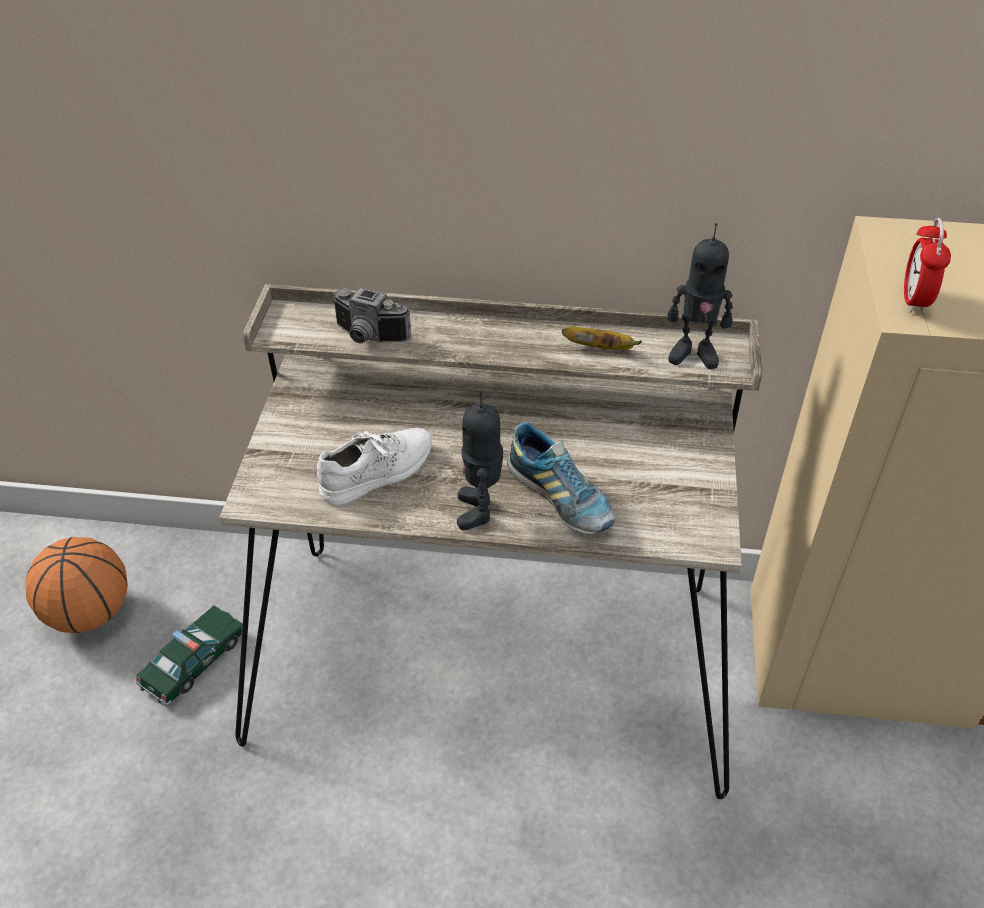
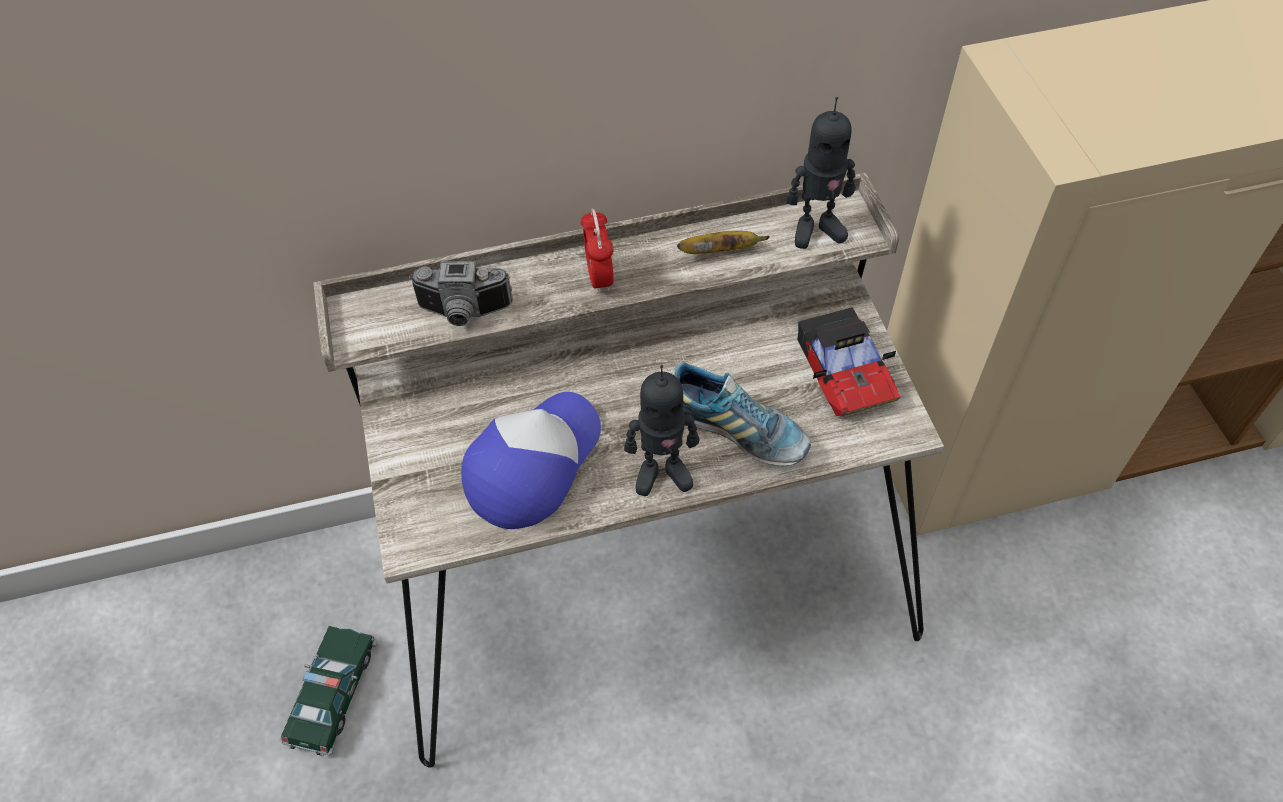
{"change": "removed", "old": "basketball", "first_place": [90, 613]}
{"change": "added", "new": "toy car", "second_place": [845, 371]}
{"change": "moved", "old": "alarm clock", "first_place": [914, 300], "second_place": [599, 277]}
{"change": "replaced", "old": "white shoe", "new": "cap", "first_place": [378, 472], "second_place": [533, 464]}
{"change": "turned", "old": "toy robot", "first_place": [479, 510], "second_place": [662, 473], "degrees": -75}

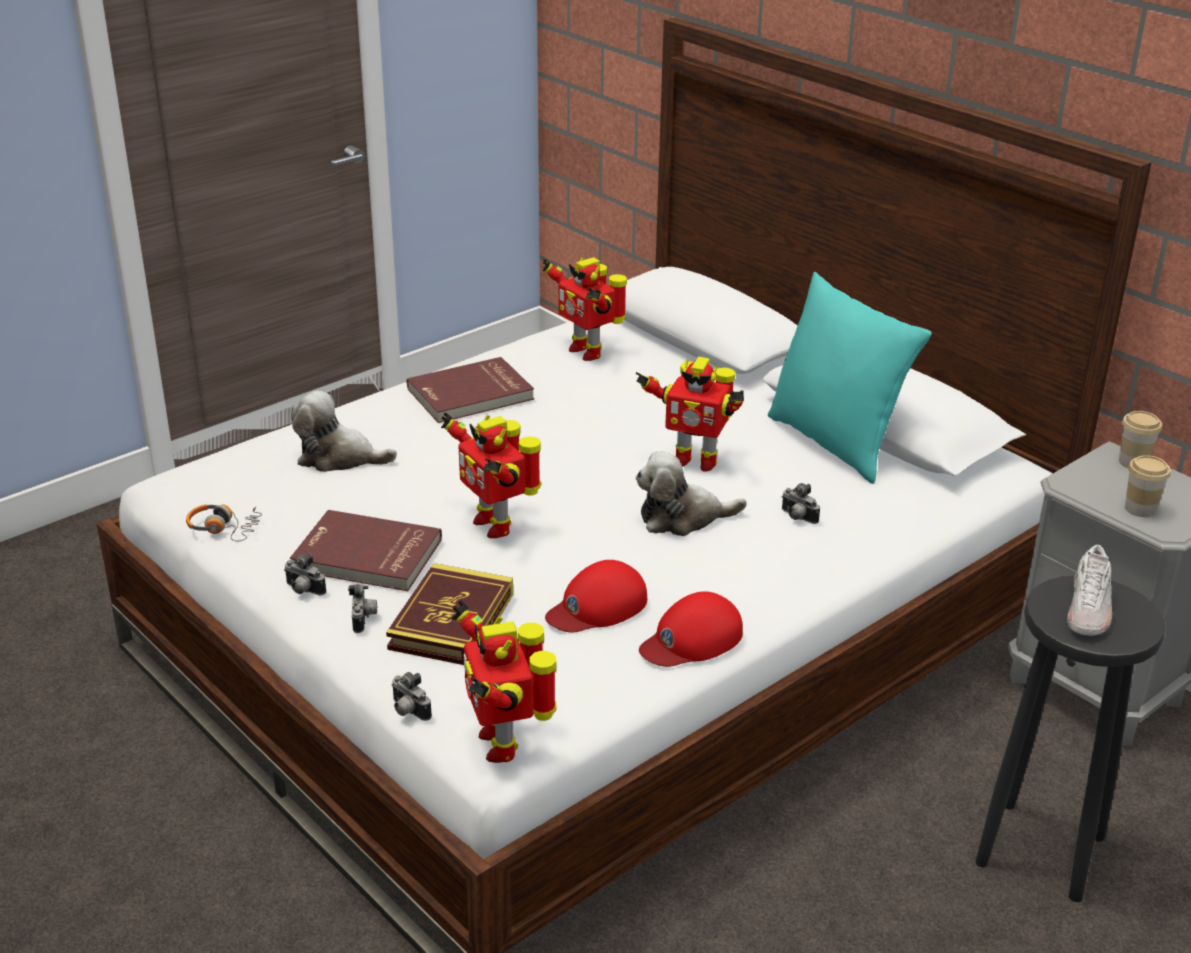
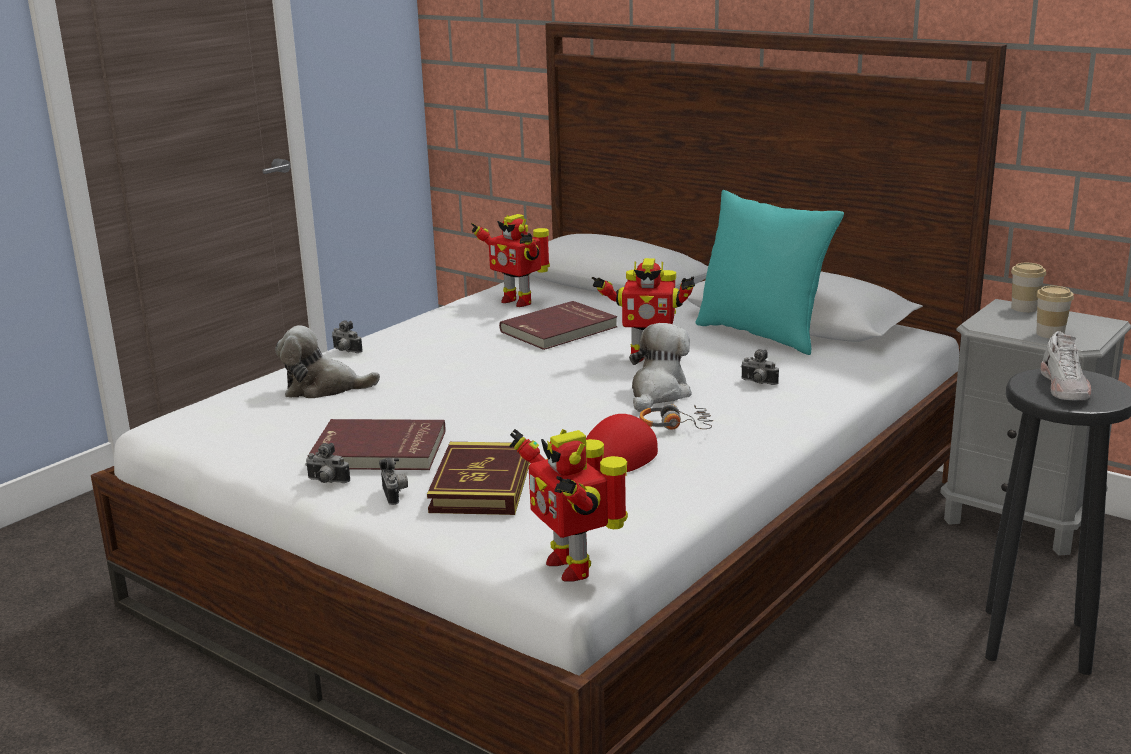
{"change": "removed", "old": "toy robot", "first_place": [495, 524]}
{"change": "removed", "old": "red cap", "first_place": [691, 639]}
{"change": "moved", "old": "headphones", "first_place": [224, 528], "second_place": [675, 426]}
{"change": "moved", "old": "photo camera", "first_place": [408, 711], "second_place": [345, 351]}
{"change": "moved", "old": "red book", "first_place": [471, 395], "second_place": [560, 330]}
{"change": "turned", "old": "plush toy", "first_place": [682, 518], "second_place": [658, 393], "degrees": 135}

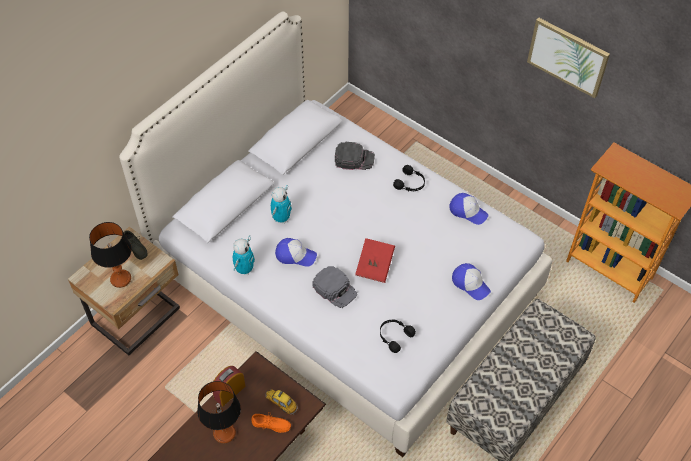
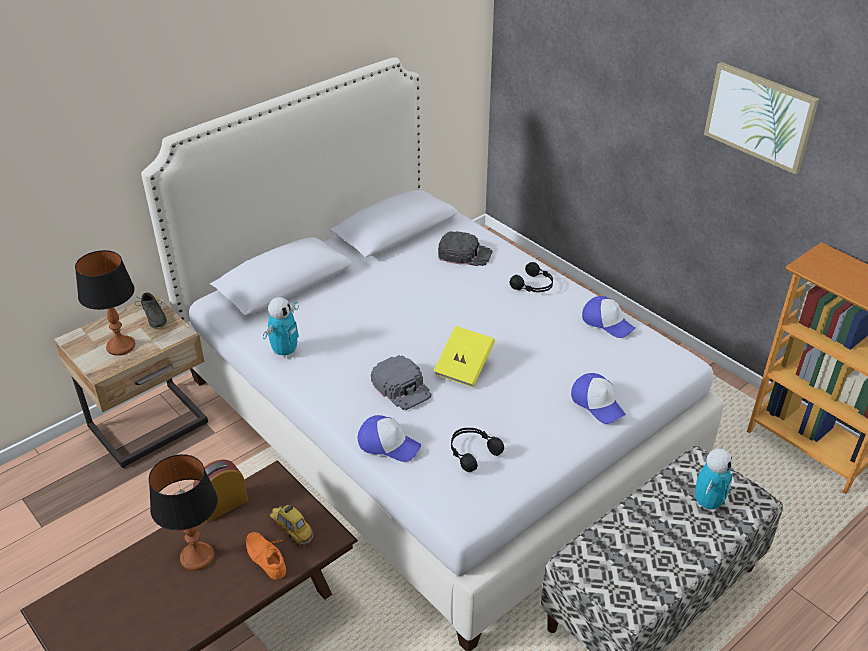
{"change": "moved", "old": "toy robot", "first_place": [281, 218], "second_place": [707, 503]}
{"change": "moved", "old": "cap", "first_place": [295, 255], "second_place": [388, 444]}
{"change": "recoloured", "old": "red book", "new": "yellow book", "first_place": [375, 266], "second_place": [464, 367]}
{"change": "turned", "old": "orange shoe", "first_place": [271, 426], "second_place": [268, 557], "degrees": -150}

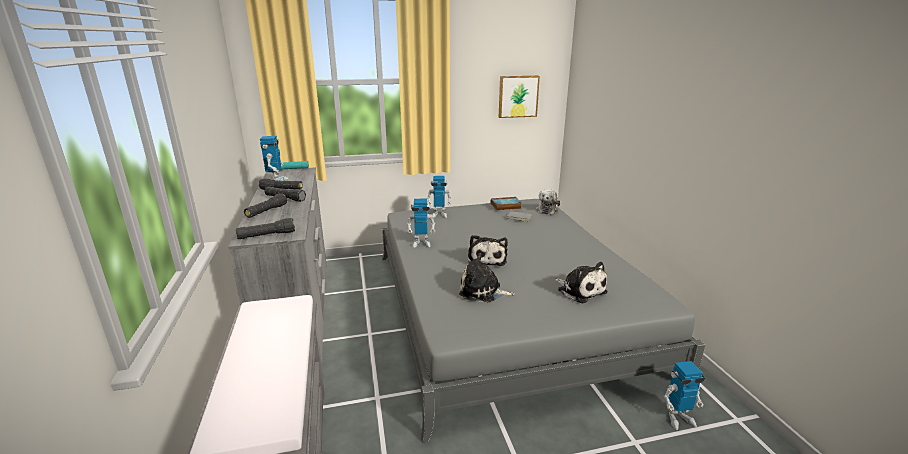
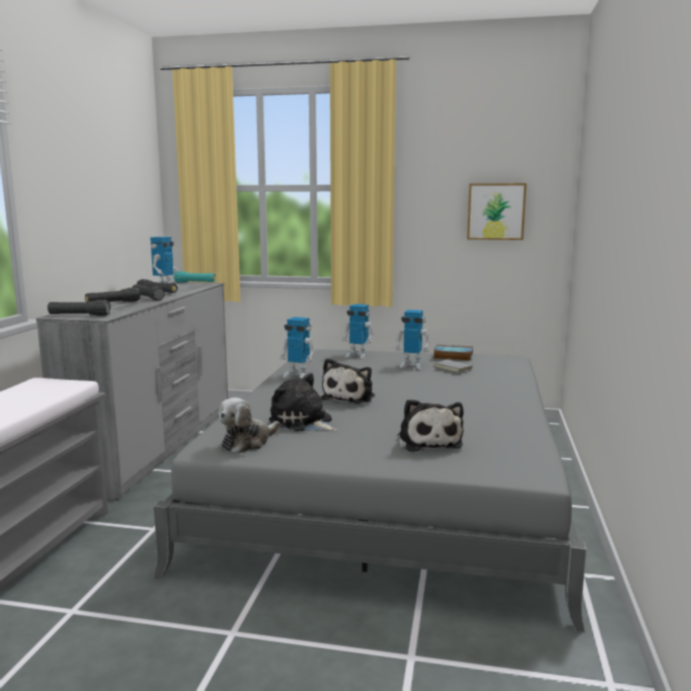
{"change": "moved", "old": "plush toy", "first_place": [547, 210], "second_place": [247, 442]}
{"change": "moved", "old": "toy robot", "first_place": [678, 418], "second_place": [412, 365]}

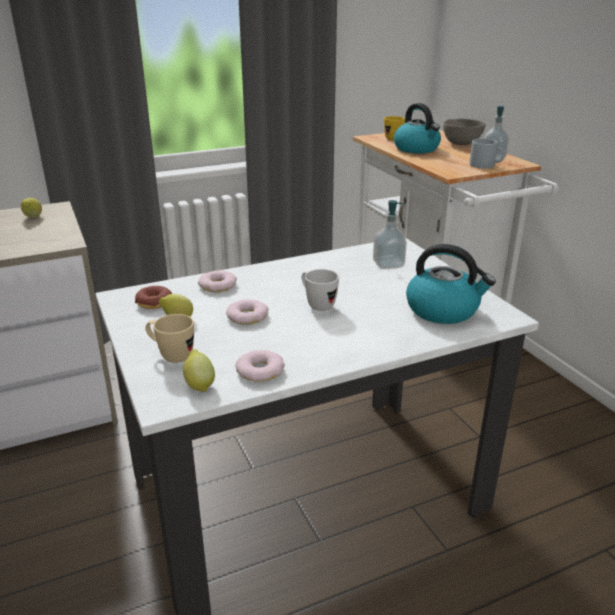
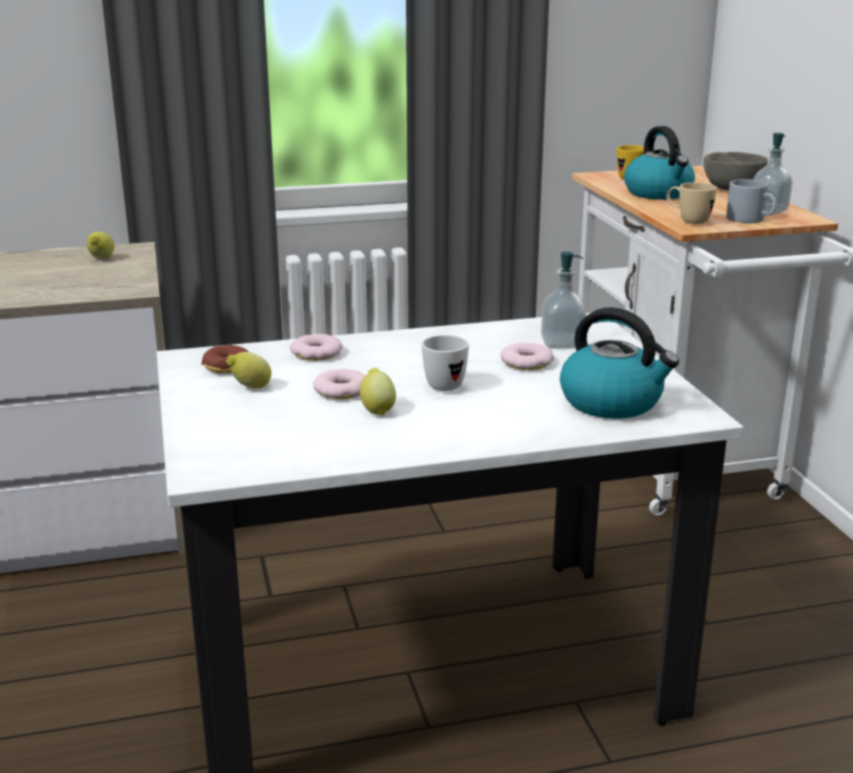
{"change": "moved", "old": "beige mug", "first_place": [171, 355], "second_place": [688, 221]}
{"change": "moved", "old": "lemon", "first_place": [199, 385], "second_place": [377, 410]}
{"change": "moved", "old": "donut", "first_place": [260, 370], "second_place": [527, 362]}

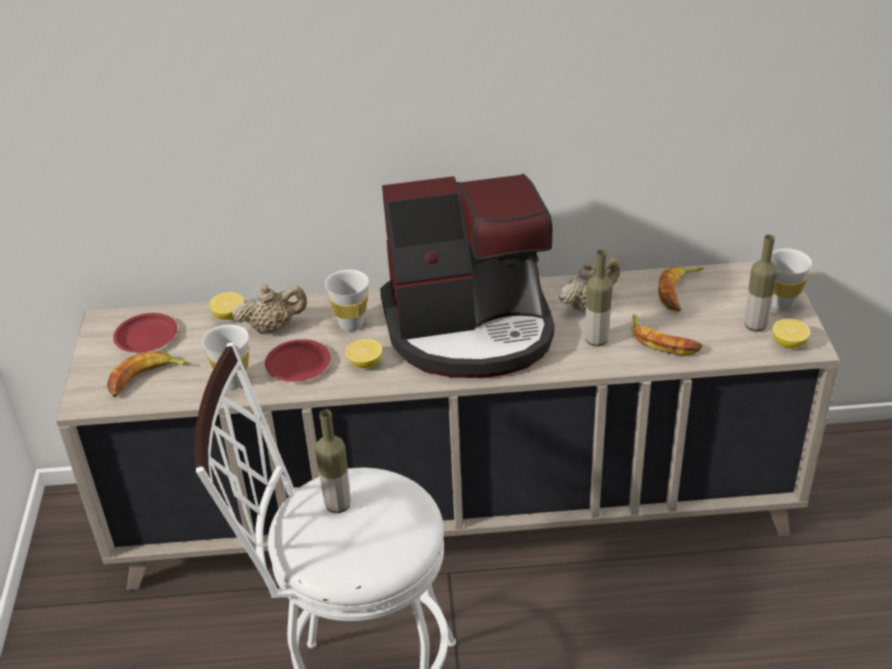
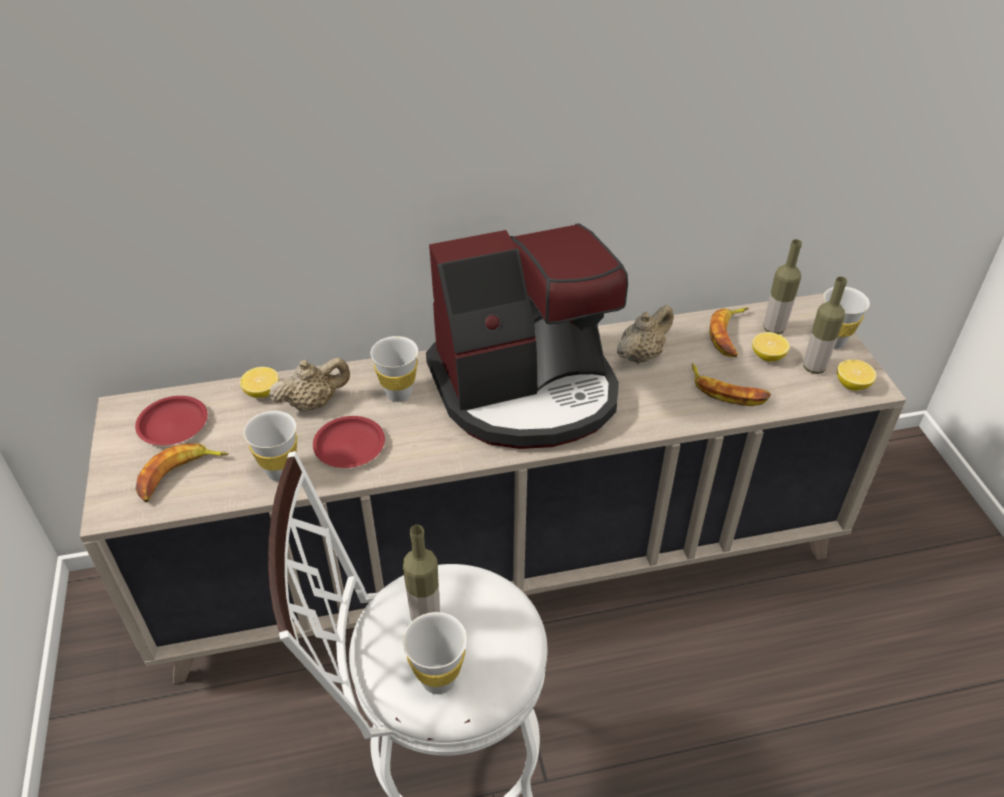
{"change": "added", "new": "white cup", "second_place": [438, 679]}
{"change": "moved", "old": "lemon", "first_place": [365, 363], "second_place": [767, 356]}
{"change": "moved", "old": "bottle", "first_place": [596, 340], "second_place": [773, 329]}

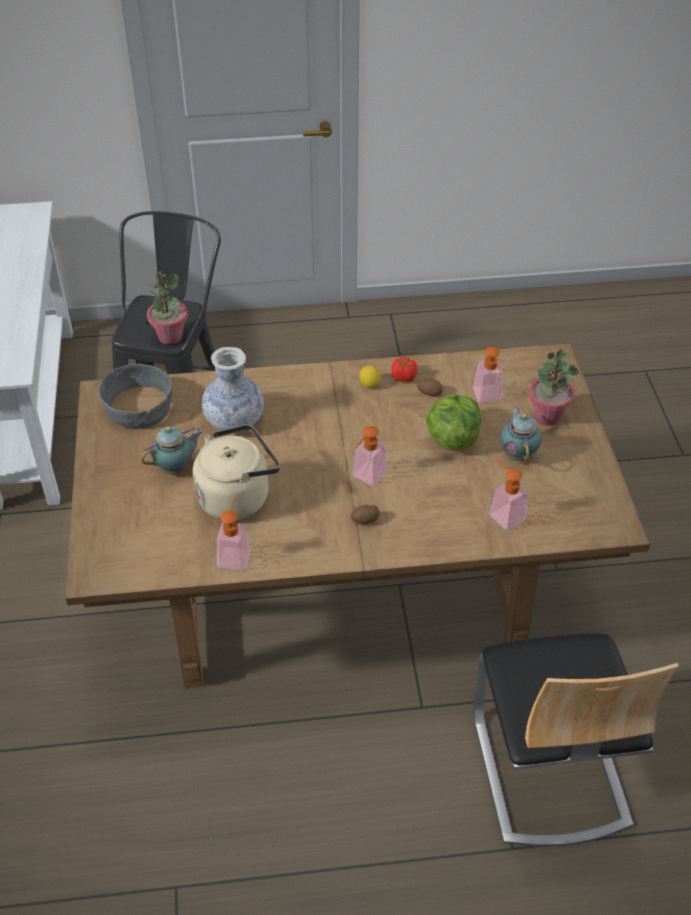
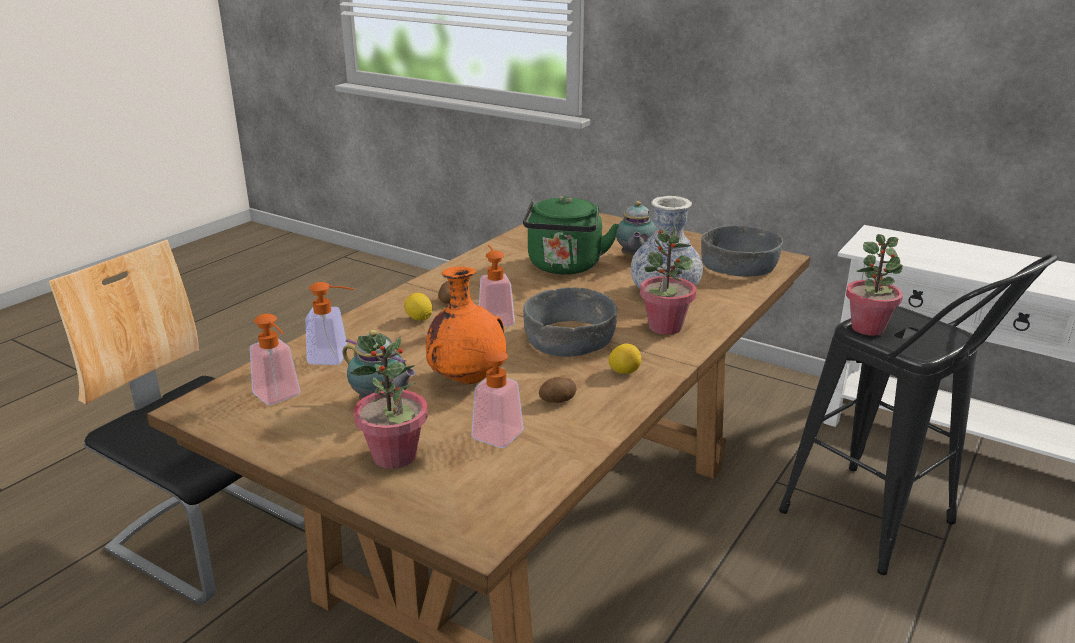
{"change": "removed", "old": "tomato", "first_place": [404, 378]}
{"change": "added", "new": "lemon", "second_place": [419, 319]}
{"change": "added", "new": "grey bowl", "second_place": [569, 337]}
{"change": "added", "new": "potted plant", "second_place": [665, 327]}
{"change": "moved", "old": "soap dispenser", "first_place": [235, 554], "second_place": [280, 397]}
{"change": "replaced", "old": "lettuce", "new": "orange vase", "first_place": [452, 438], "second_place": [468, 379]}
{"change": "recoloured", "old": "beige kettle", "new": "green kettle", "first_place": [237, 496], "second_place": [564, 267]}

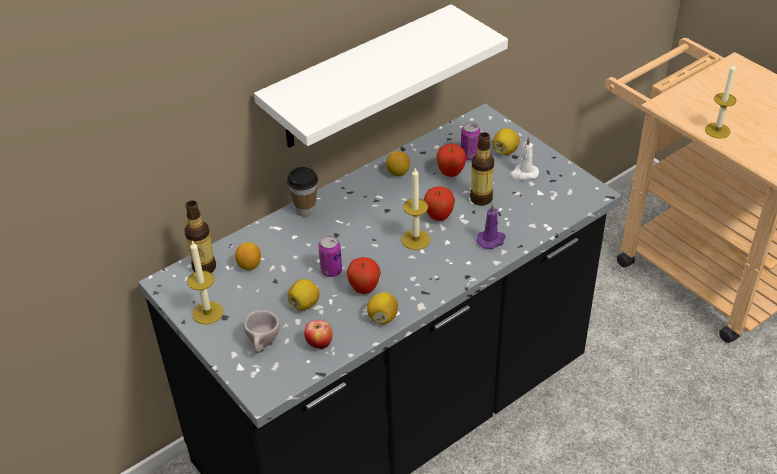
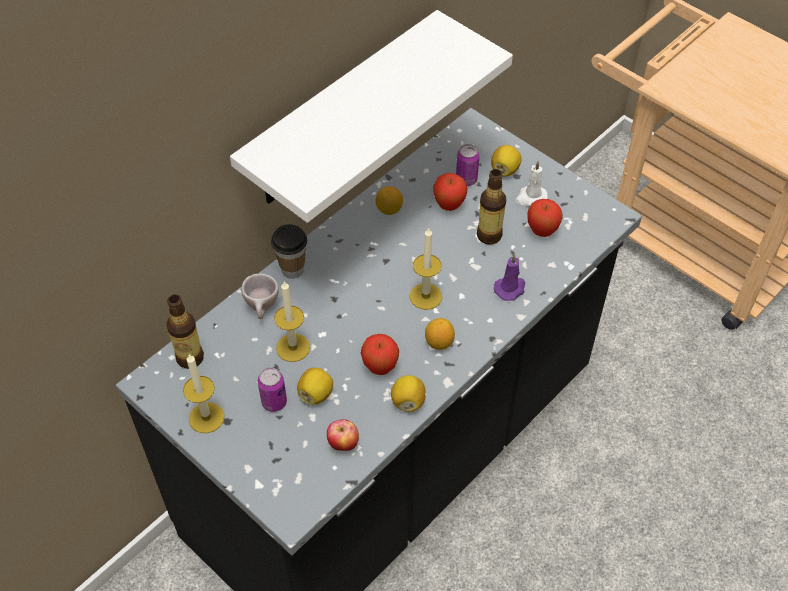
{"change": "moved", "old": "lemon", "first_place": [249, 265], "second_place": [439, 342]}
{"change": "moved", "old": "beige cup", "first_place": [263, 345], "second_place": [262, 309]}
{"change": "moved", "old": "can", "first_place": [331, 271], "second_place": [274, 402]}
{"change": "moved", "old": "apple", "first_place": [439, 217], "second_place": [542, 231]}
{"change": "moved", "old": "candle", "first_place": [717, 130], "second_place": [293, 347]}

